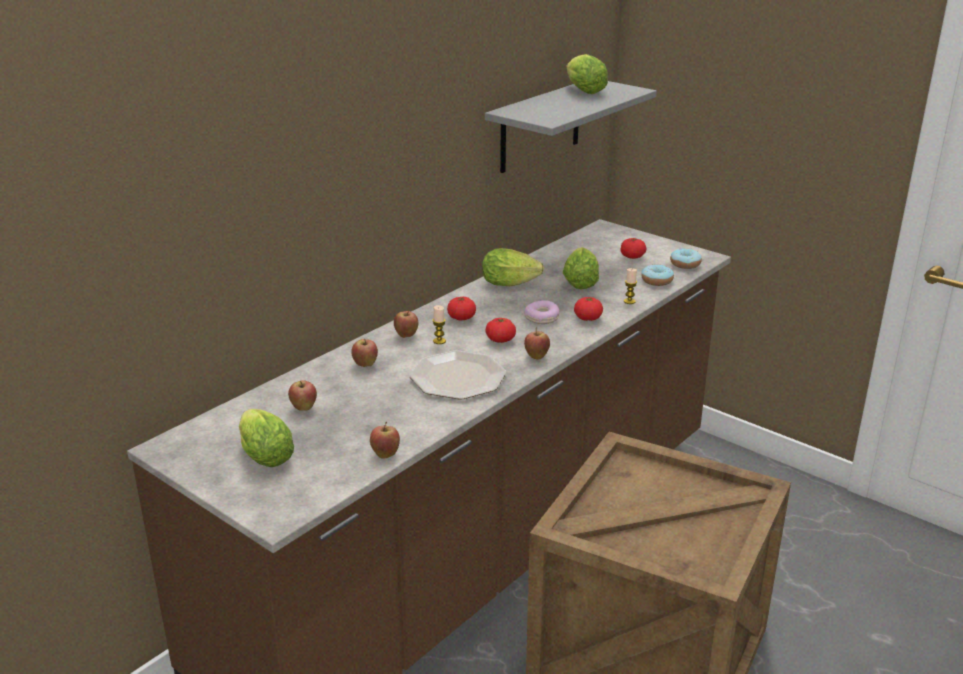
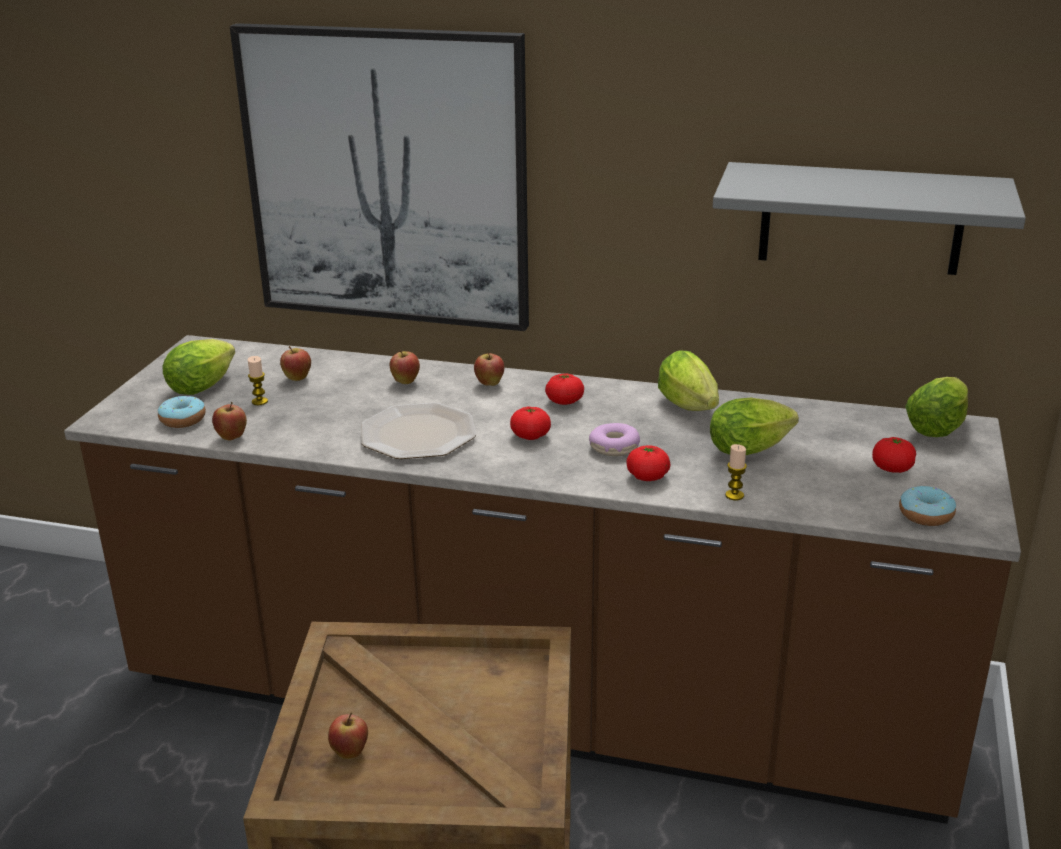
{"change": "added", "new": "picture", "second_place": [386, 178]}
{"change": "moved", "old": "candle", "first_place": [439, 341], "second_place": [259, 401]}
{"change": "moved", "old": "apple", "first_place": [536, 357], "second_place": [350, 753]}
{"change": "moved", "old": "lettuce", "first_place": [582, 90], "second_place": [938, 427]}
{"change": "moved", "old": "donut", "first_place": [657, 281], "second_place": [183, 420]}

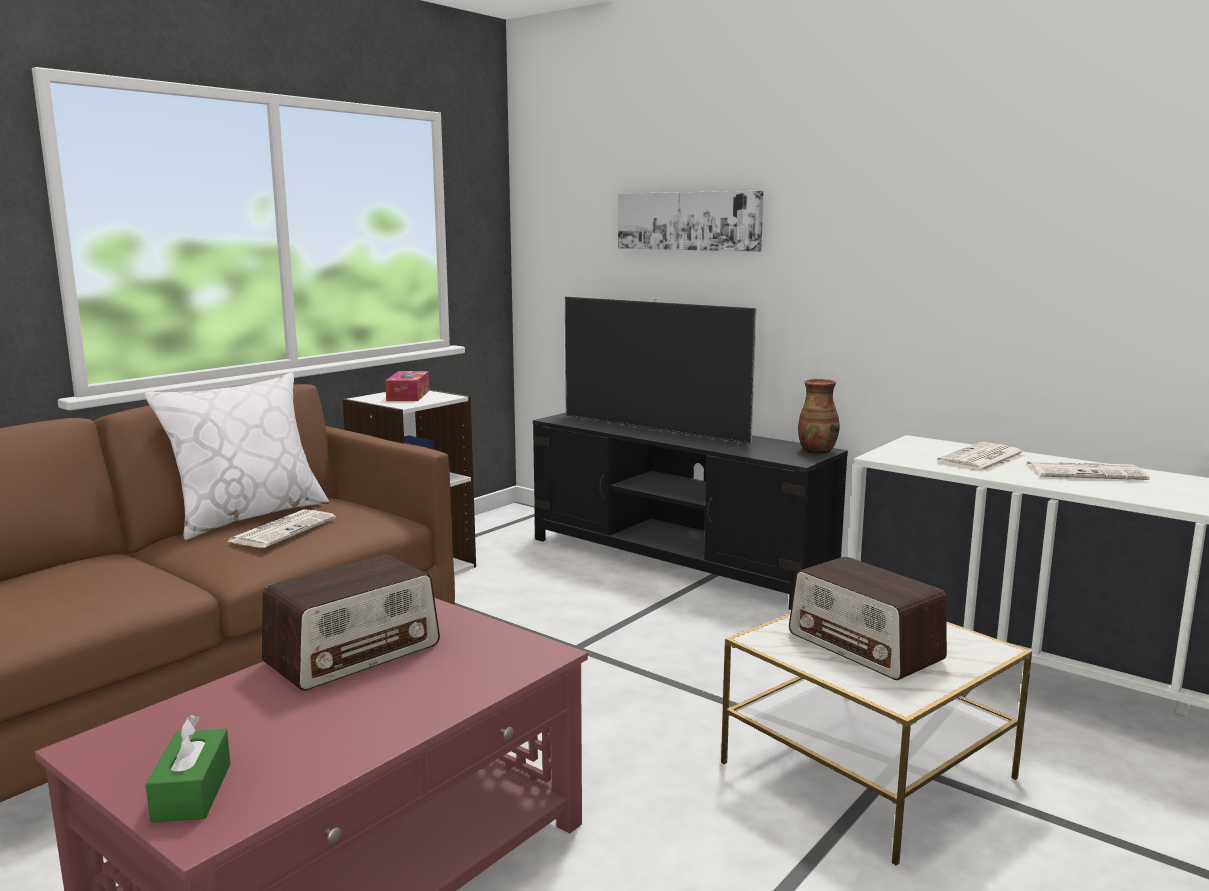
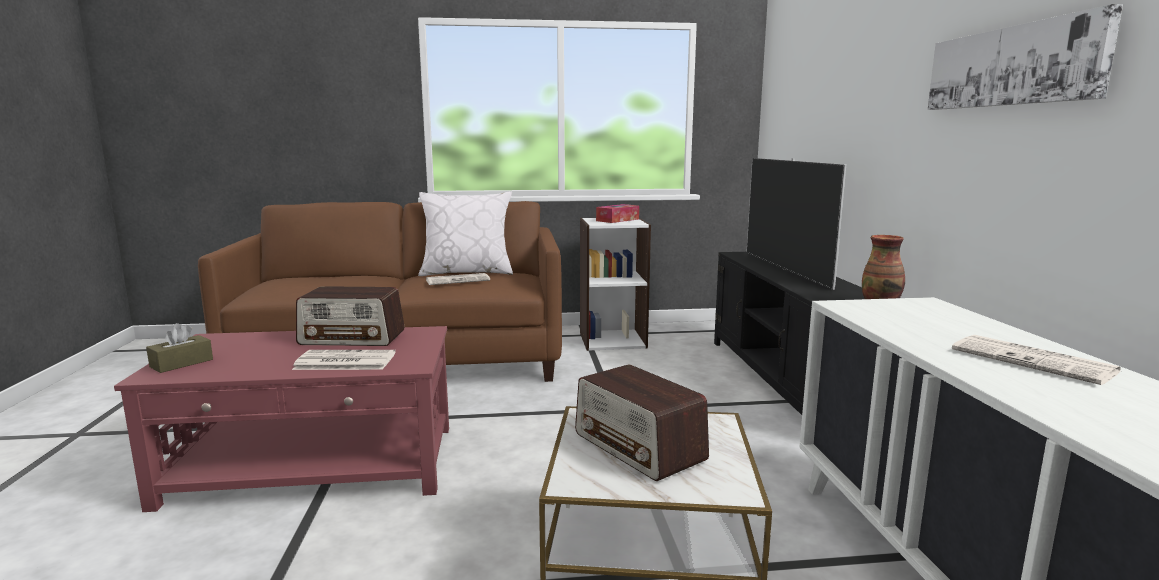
{"change": "moved", "old": "picture", "first_place": [688, 221], "second_place": [1012, 66]}
{"change": "moved", "old": "newspaper", "first_place": [982, 459], "second_place": [344, 361]}
{"change": "recoloured", "old": "green tissue box", "new": "brown tissue box", "first_place": [192, 792], "second_place": [181, 363]}
{"change": "turned", "old": "radio", "first_place": [865, 647], "second_place": [639, 447], "degrees": -45}

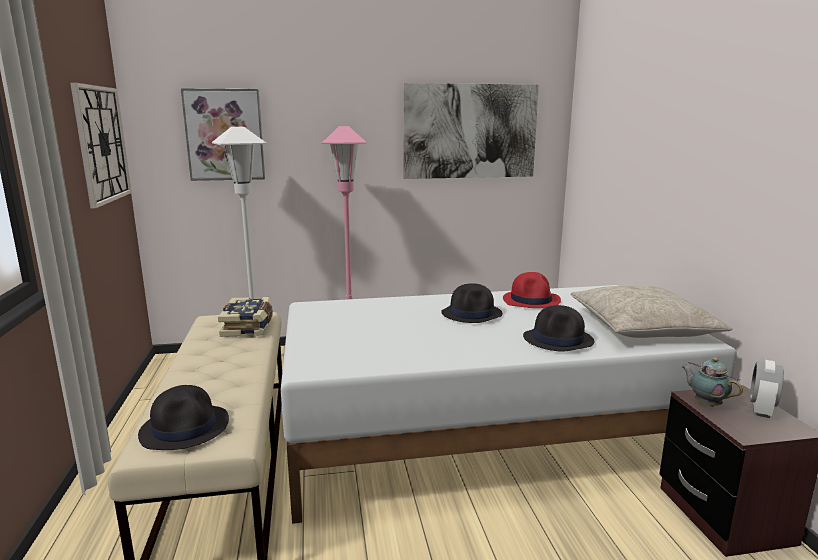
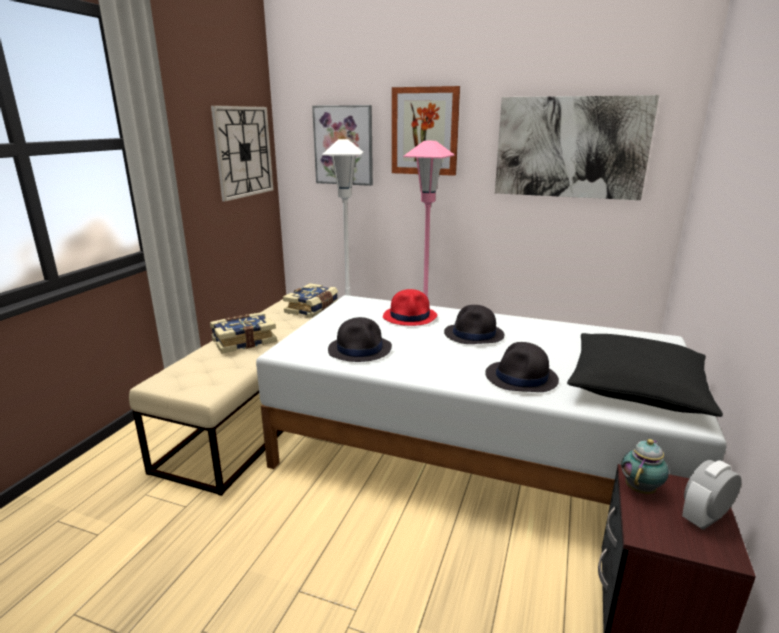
{"change": "added", "new": "book", "second_place": [243, 341]}
{"change": "added", "new": "picture", "second_place": [425, 131]}
{"change": "moved", "old": "black hat", "first_place": [185, 428], "second_place": [360, 349]}
{"change": "moved", "old": "red hat", "first_place": [531, 300], "second_place": [410, 316]}
{"change": "recoloured", "old": "beige pillow", "new": "black pillow", "first_place": [641, 326], "second_place": [636, 386]}
{"change": "turned", "old": "teapot", "first_place": [705, 404], "second_place": [641, 488], "degrees": 45}

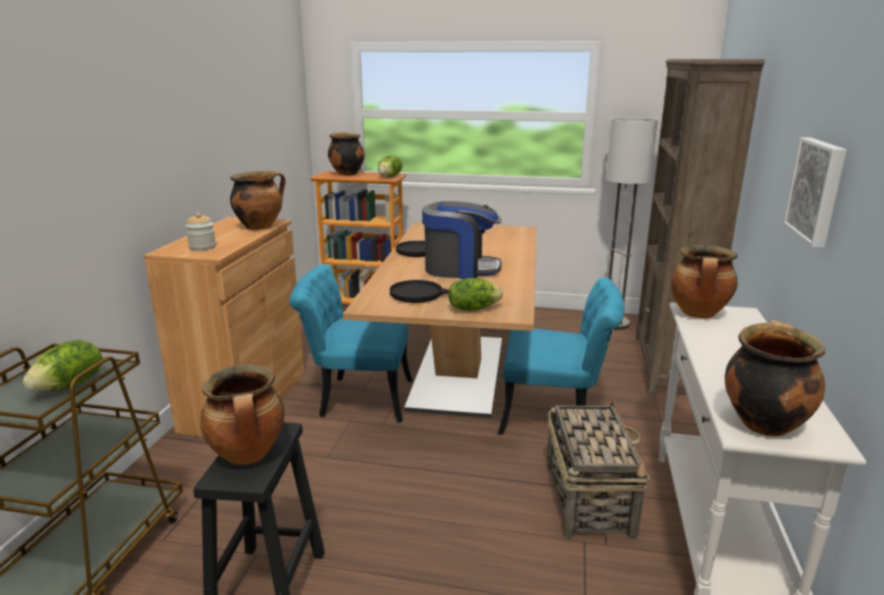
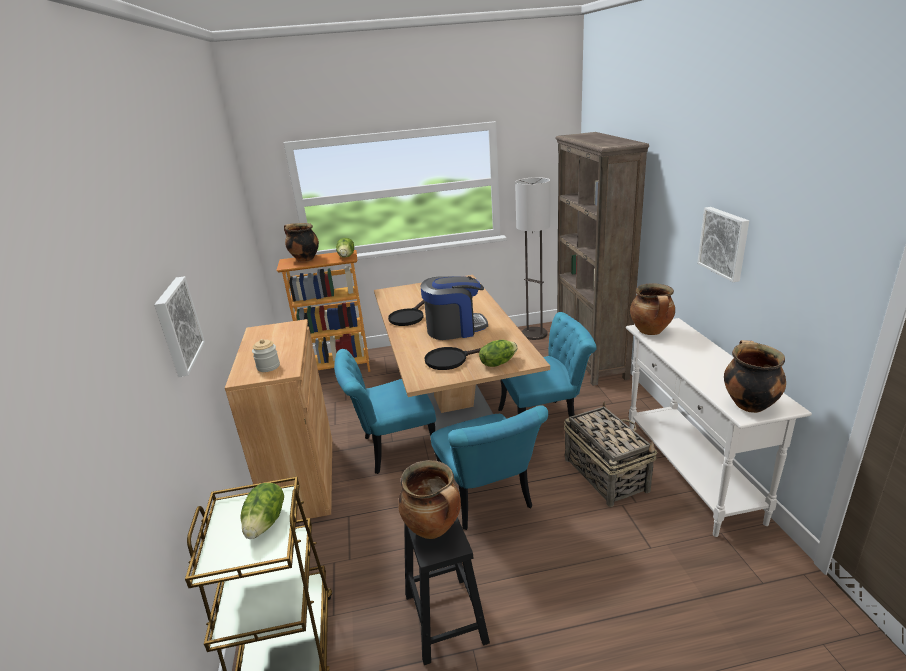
{"change": "removed", "old": "cooking pot", "first_place": [260, 226]}
{"change": "added", "new": "picture", "second_place": [177, 325]}
{"change": "added", "new": "turquoise chair", "second_place": [488, 501]}

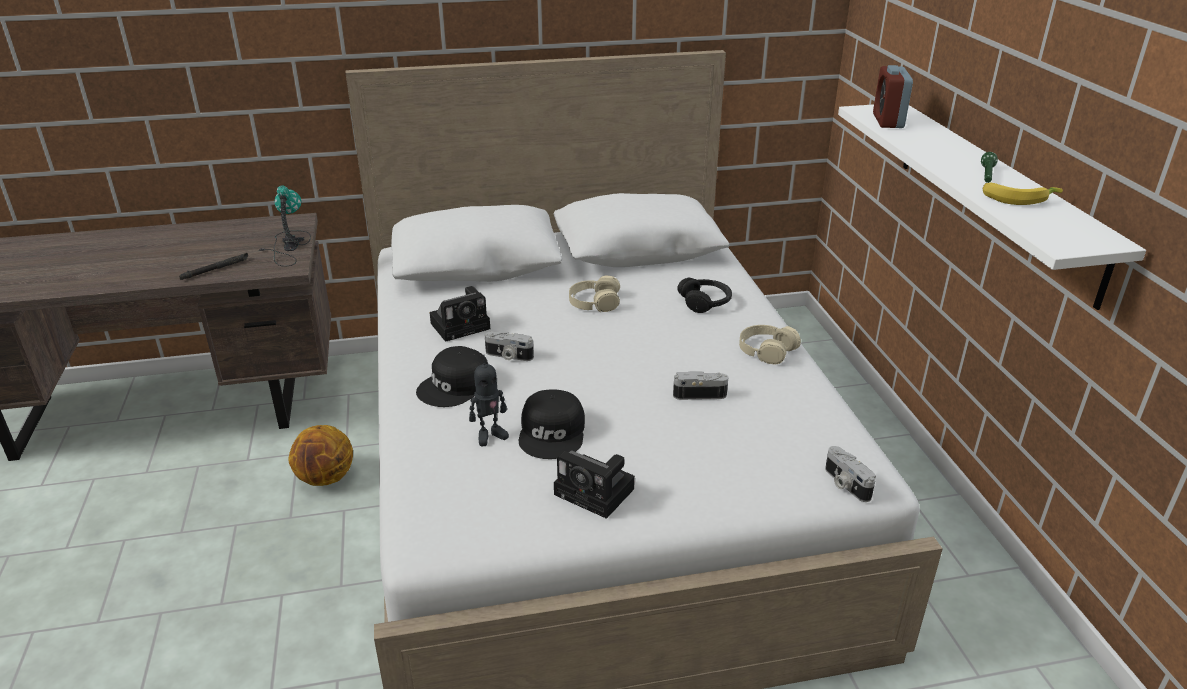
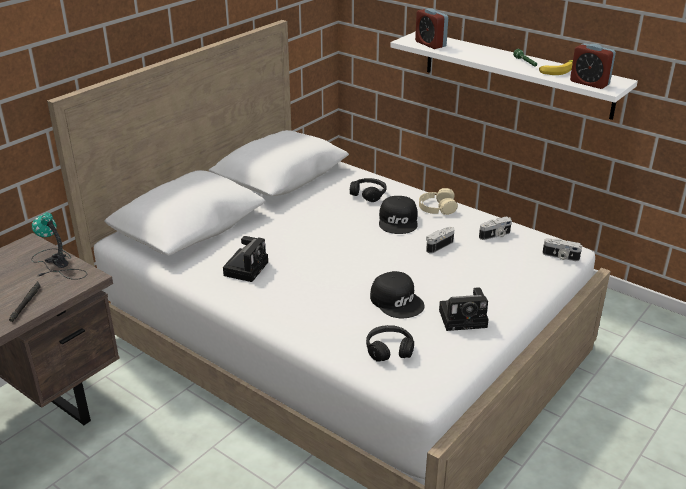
{"change": "removed", "old": "basketball", "first_place": [326, 478]}
{"change": "removed", "old": "toy robot", "first_place": [490, 435]}
{"change": "removed", "old": "beige headphones", "first_place": [594, 302]}
{"change": "added", "new": "black headphones", "second_place": [389, 349]}
{"change": "added", "new": "alarm clock", "second_place": [589, 83]}
{"change": "moved", "old": "black cap", "first_place": [455, 386], "second_place": [399, 221]}
{"change": "moved", "old": "photo camera", "first_place": [508, 356], "second_place": [495, 235]}

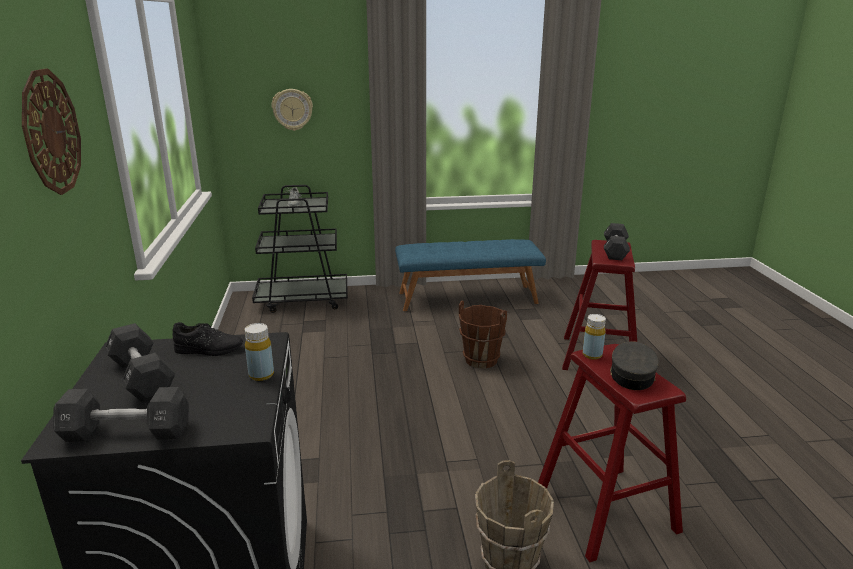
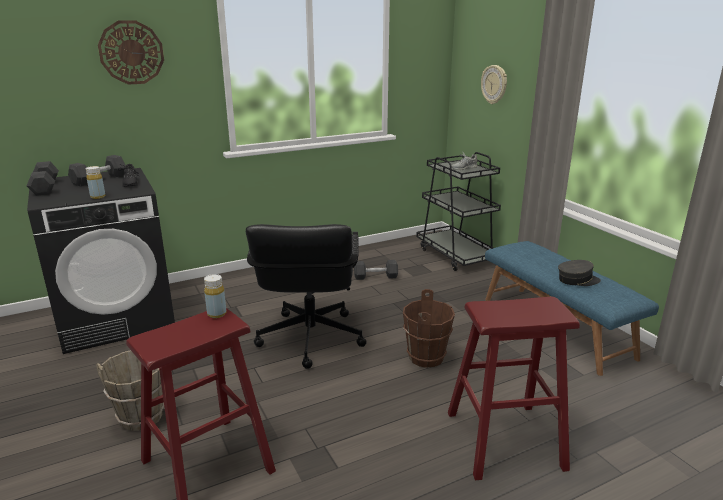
{"change": "added", "new": "black office chair", "second_place": [309, 338]}
{"change": "moved", "old": "black dumbbell", "first_place": [615, 251], "second_place": [375, 277]}
{"change": "moved", "old": "grey cap", "first_place": [631, 375], "second_place": [577, 280]}

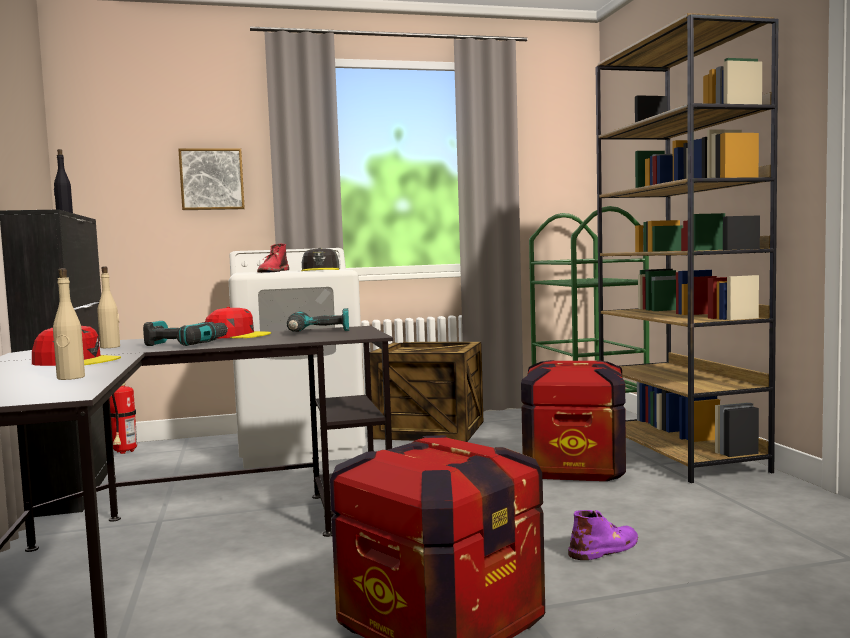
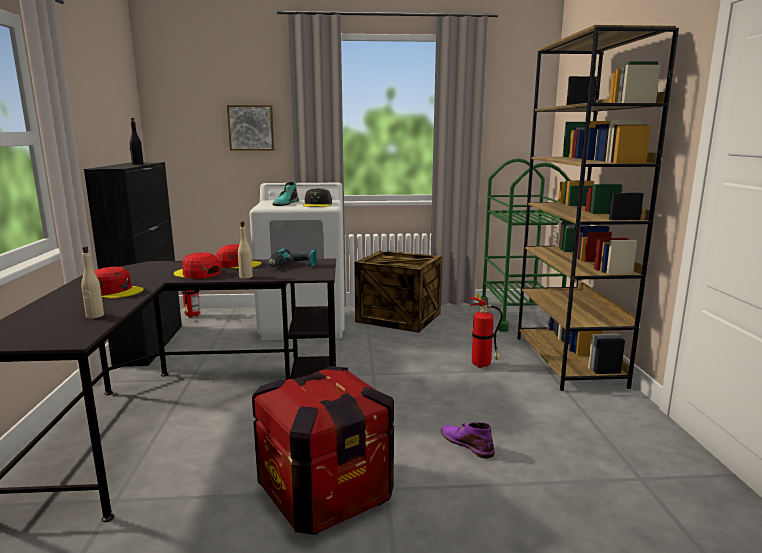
{"change": "moved", "old": "beige bottle", "first_place": [110, 347], "second_place": [246, 277]}
{"change": "replaced", "old": "power drill", "new": "red cap", "first_place": [186, 344], "second_place": [197, 273]}
{"change": "replaced", "old": "crate", "new": "fire extinguisher", "first_place": [574, 468], "second_place": [483, 366]}
{"change": "recoloured", "old": "red boot", "new": "turquoise boot", "first_place": [273, 271], "second_place": [285, 203]}
{"change": "turned", "old": "purple boot", "first_place": [605, 548], "second_place": [466, 443], "degrees": -105}

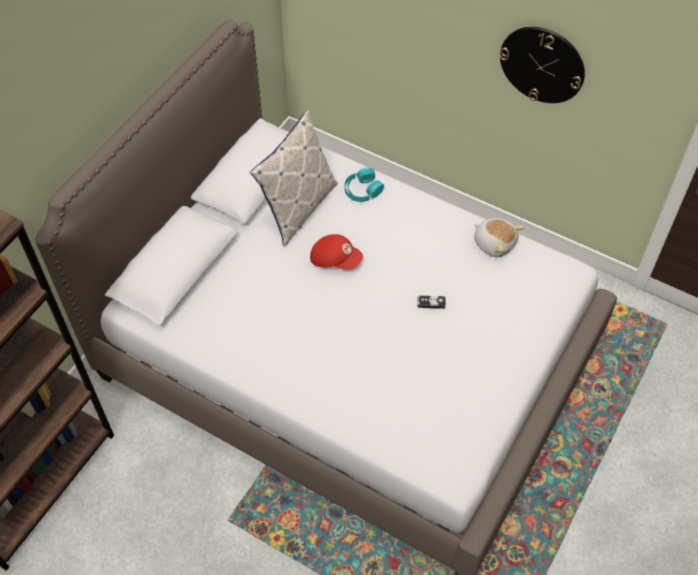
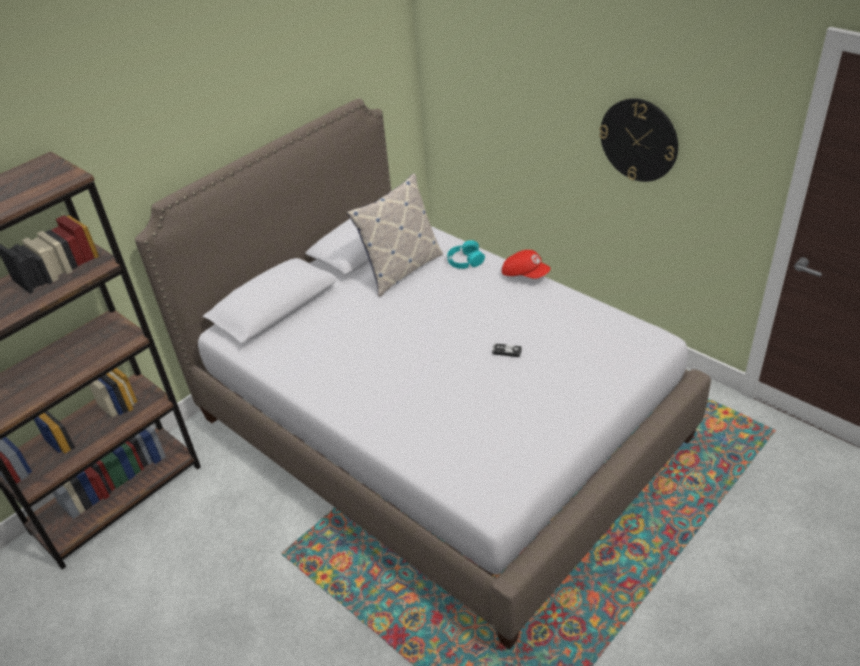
{"change": "removed", "old": "plush toy", "first_place": [494, 243]}
{"change": "moved", "old": "red cap", "first_place": [335, 259], "second_place": [525, 274]}

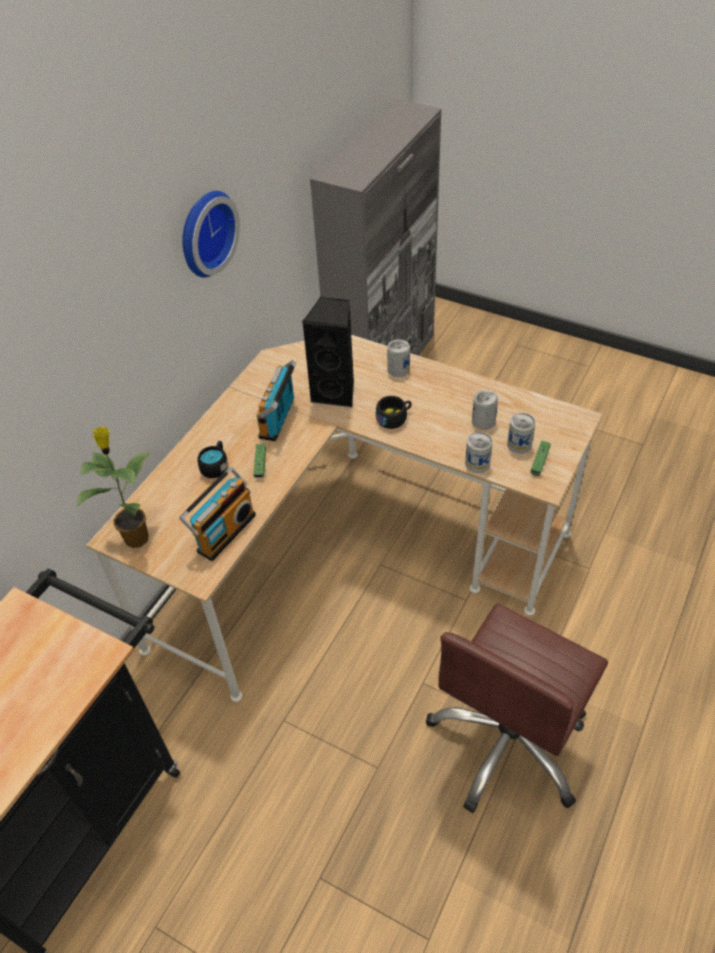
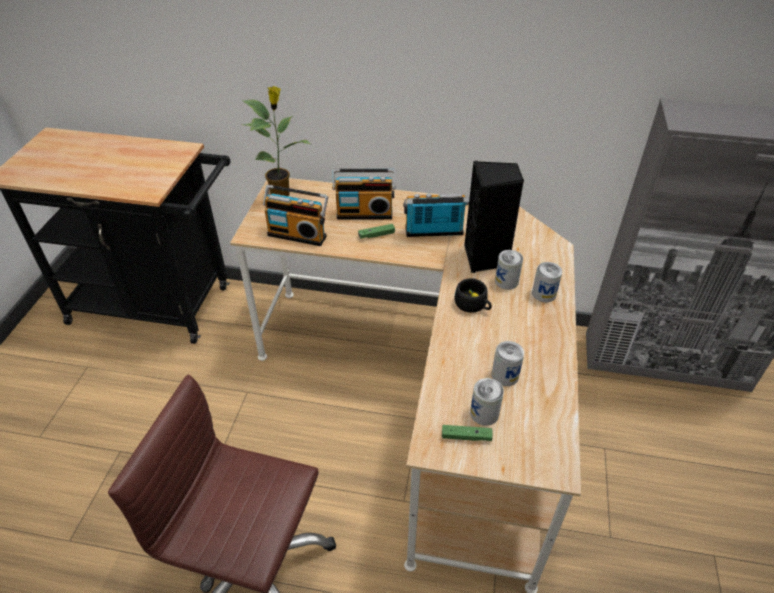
{"change": "removed", "old": "wall clock", "first_place": [204, 232]}
{"change": "moved", "old": "can", "first_place": [477, 463], "second_place": [506, 281]}
{"change": "replaced", "old": "black mug", "new": "radio", "first_place": [216, 466], "second_place": [364, 213]}

